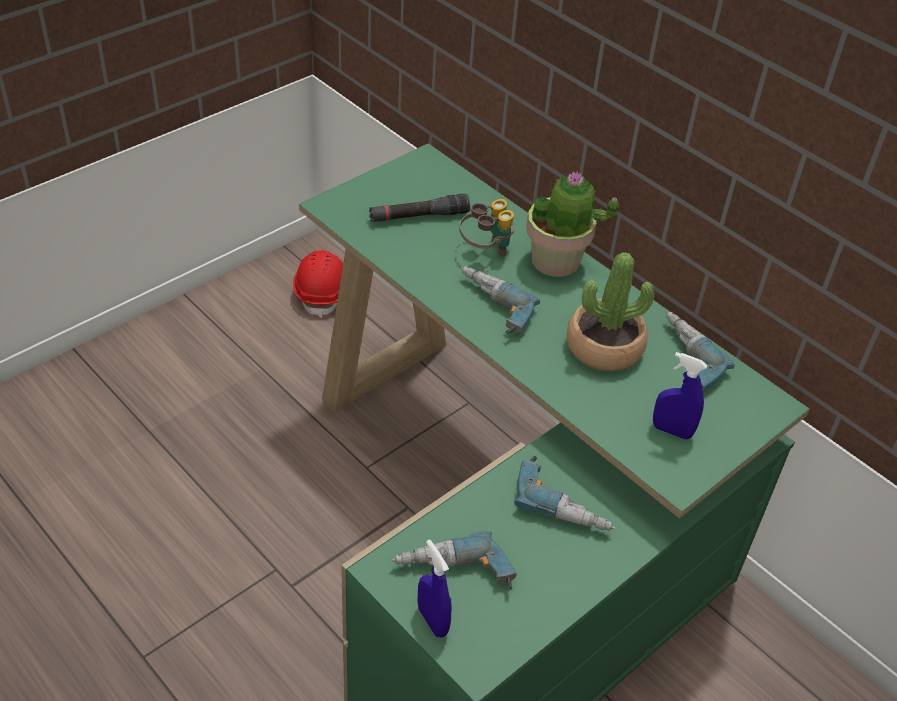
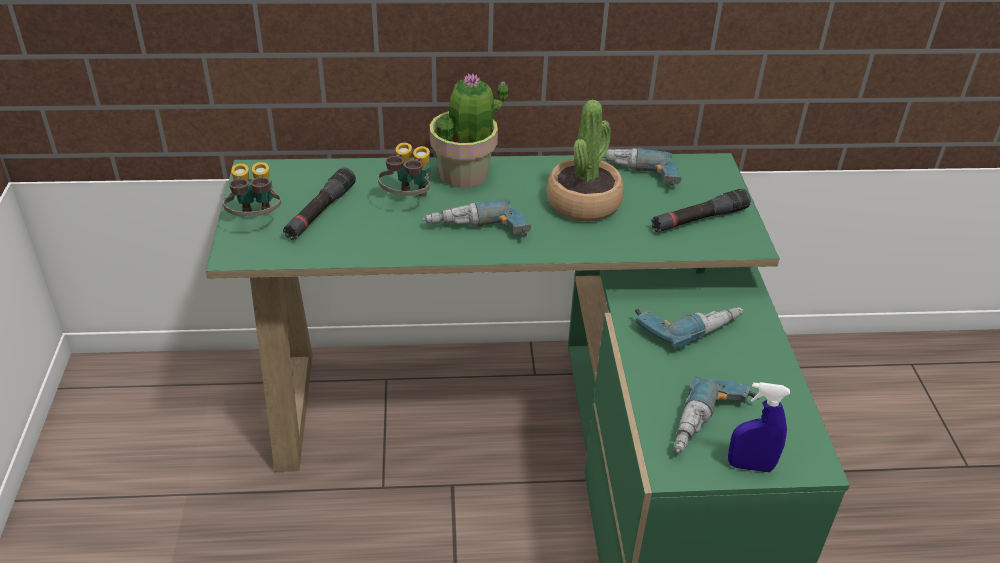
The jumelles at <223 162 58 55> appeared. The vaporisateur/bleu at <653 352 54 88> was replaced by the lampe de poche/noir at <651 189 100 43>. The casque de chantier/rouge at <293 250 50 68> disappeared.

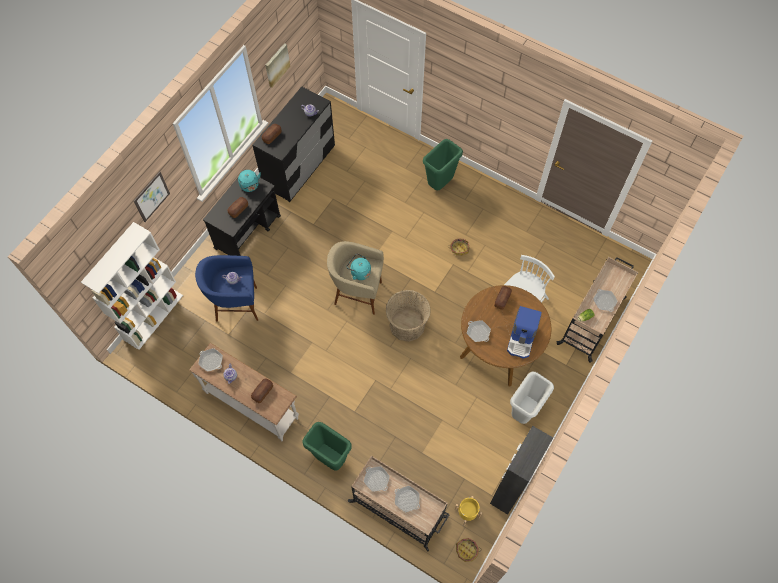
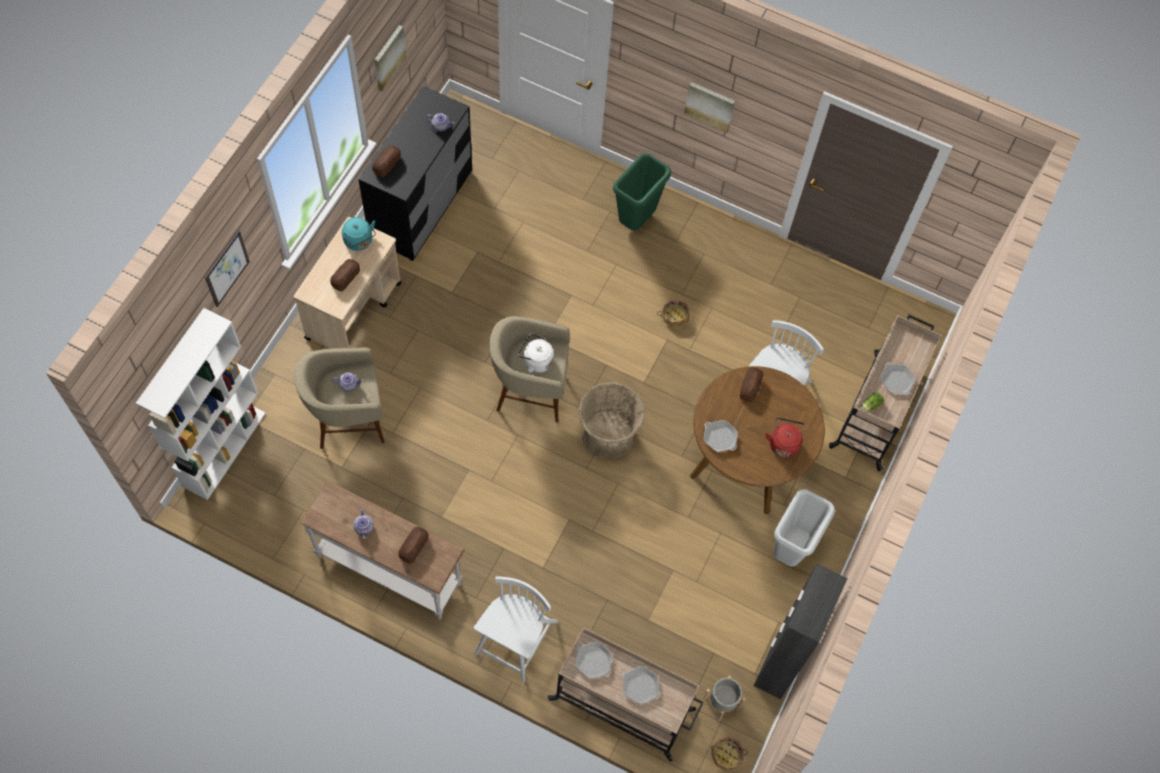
The chariot/noir at <203 169 78 87> became the chariot/beige at <294 217 107 132>. The tabouret/bleu at <195 255 63 67> became the tabouret/beige at <294 348 91 101>. The poubelle/vert at <302 422 49 49> was replaced by the chaise/blanc at <474 577 84 105>. The bouilloire/turquoise at <346 253 25 27> became the bouilloire/blanc at <518 333 36 40>. The tableau at <684 82 51 51> appeared. The cache-pot/jaune at <454 496 28 30> became the cache-pot/gris at <703 676 43 45>. The machine à café at <507 306 35 53> was replaced by the bouilloire/rouge at <765 418 40 40>. The poêle at <199 348 24 24> disappeared.

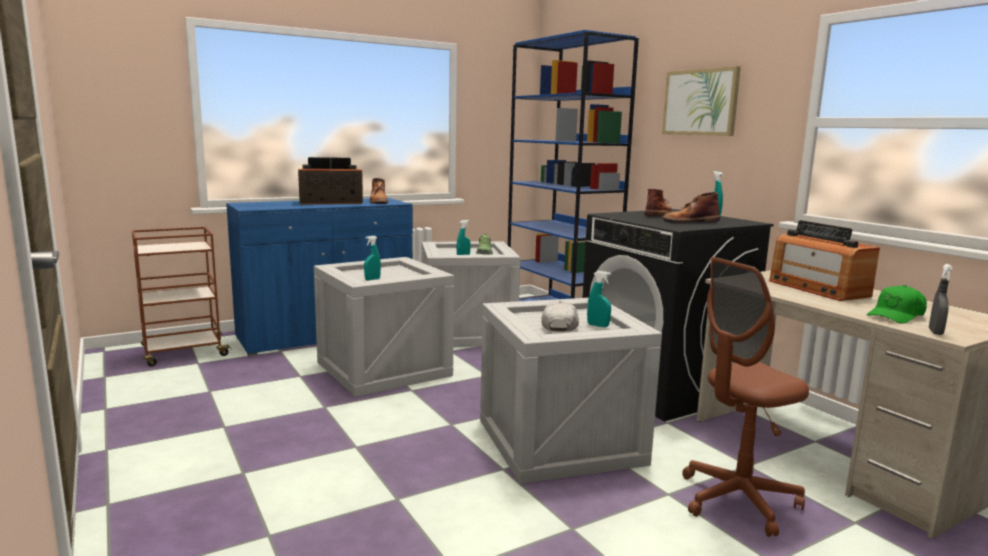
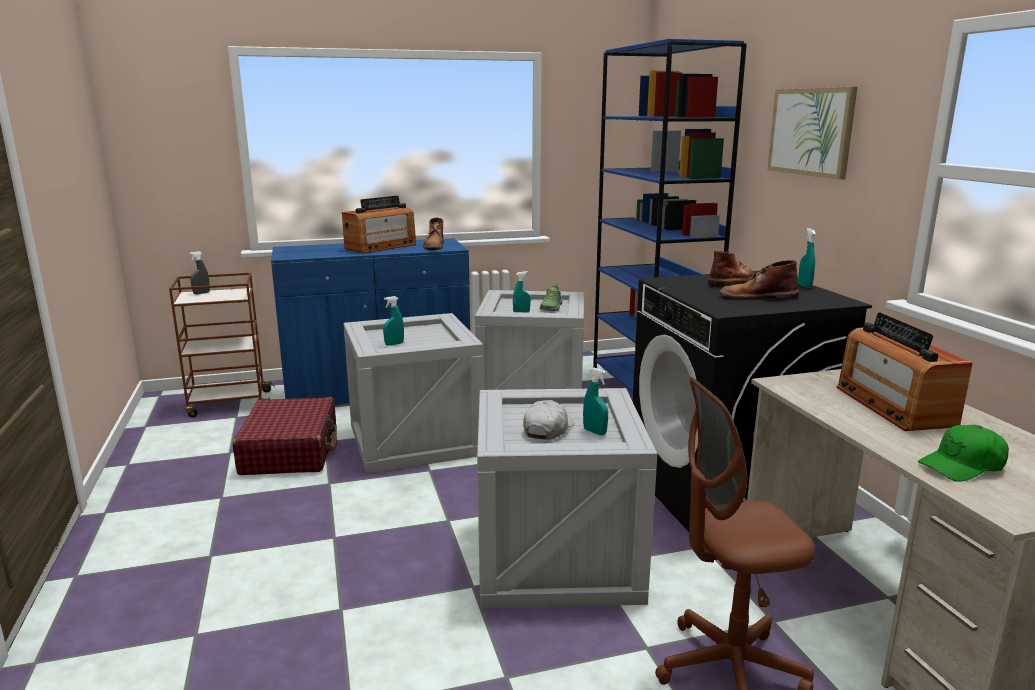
The vaporisateur/gris moved from <929 264 24 71> to <189 251 21 44>. The valise/rouge at <233 397 104 78> appeared. The radio at <298 157 65 47> turned 135 degrees clockwise.

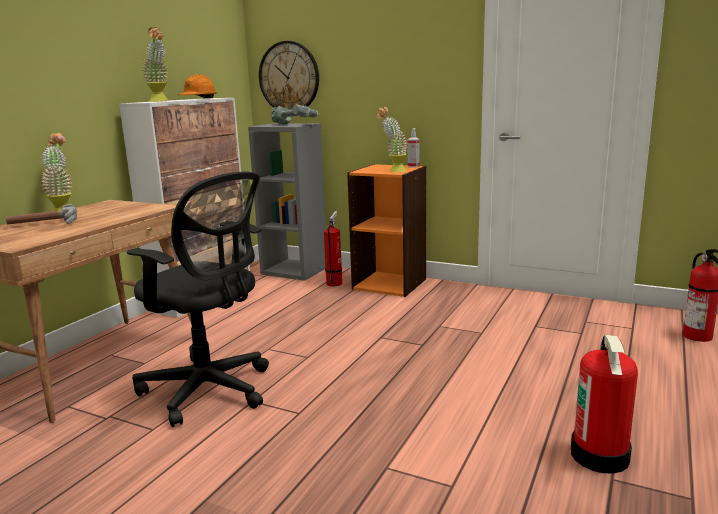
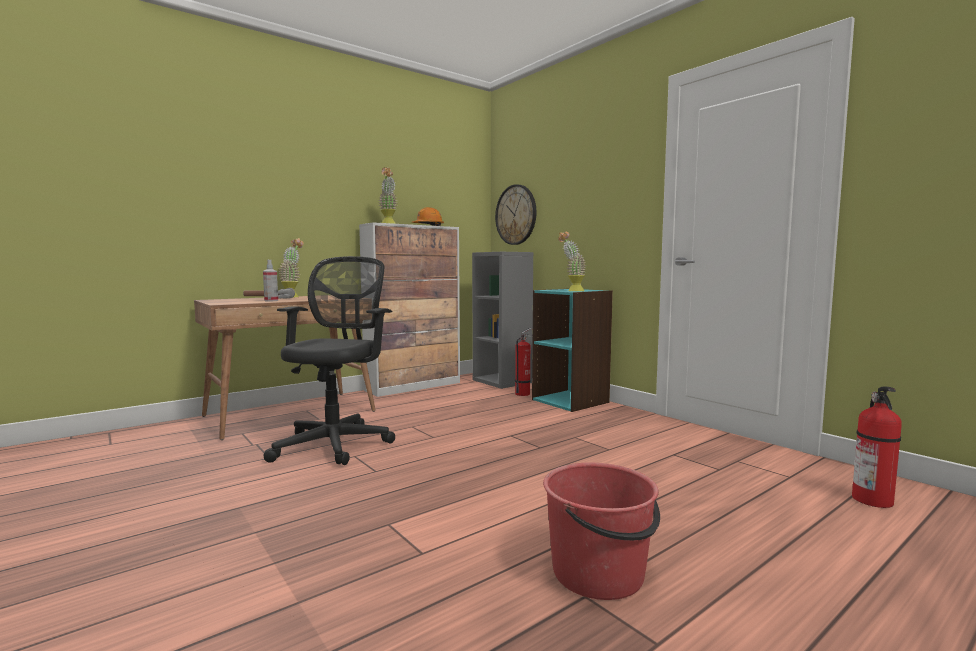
The chaise de bureau/noir at <127 172 142 255> turned 135 degrees counterclockwise. The vaporisateur moved from <408 128 12 40> to <263 259 15 43>. The bibliothèque/orange at <347 164 80 133> became the bibliothèque/turquoise at <532 289 81 123>. The extincteur at <571 335 67 139> was replaced by the seau/rouge at <543 463 117 137>. The perceuse at <271 104 49 20> disappeared.

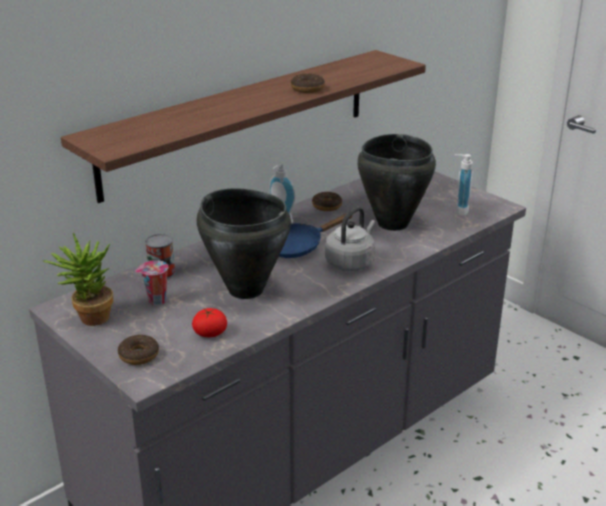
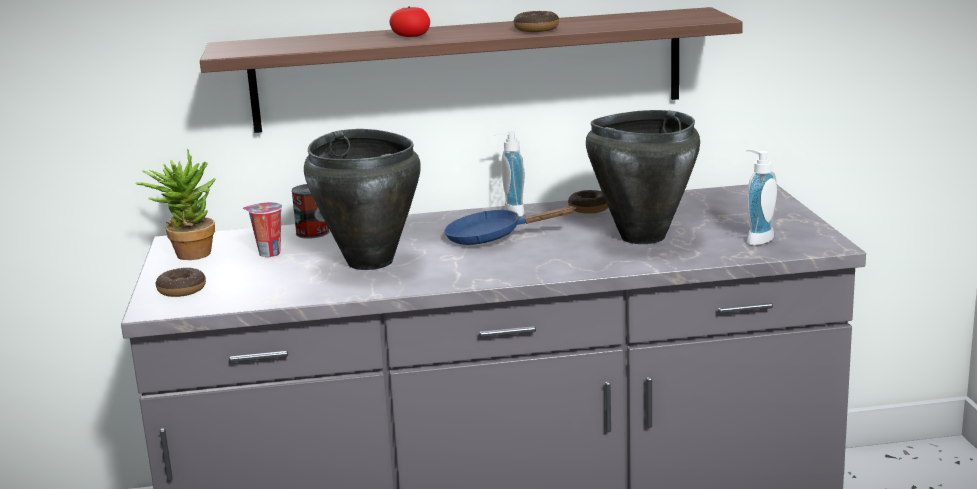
The tomate moved from <192 308 35 29> to <389 7 41 30>. The bouilloire/gris at <325 207 51 64> disappeared.

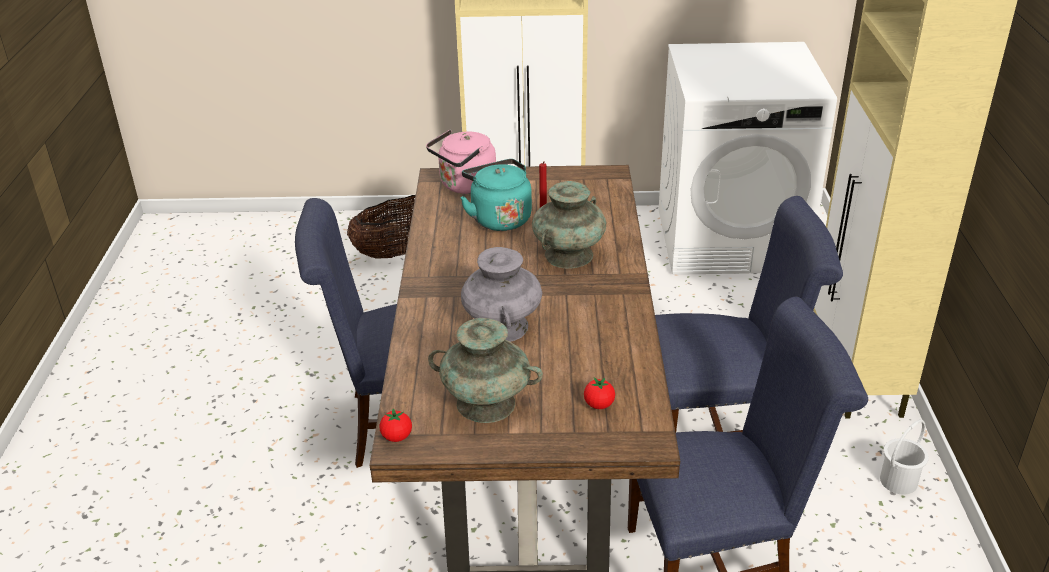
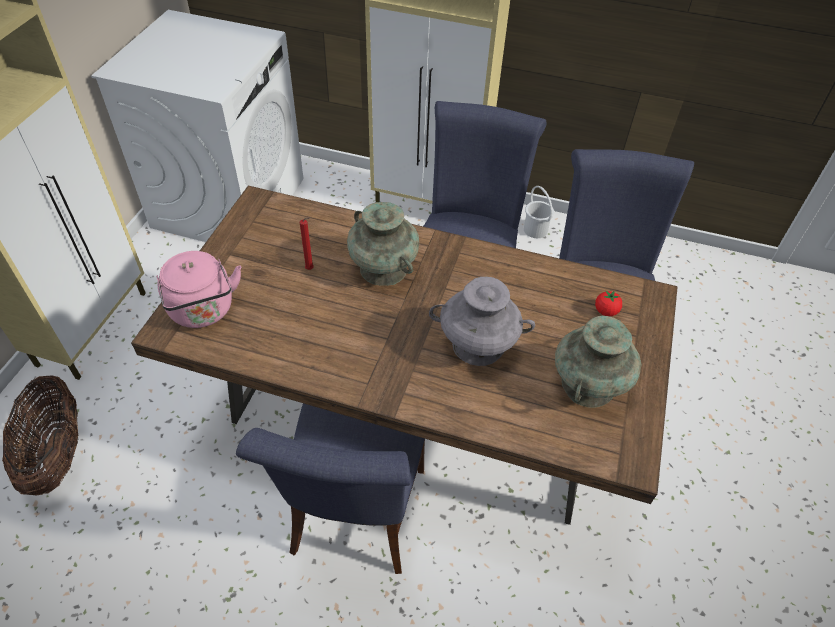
The tomate at <379 409 33 33> disappeared. The bouilloire/turquoise at <460 159 72 72> disappeared.

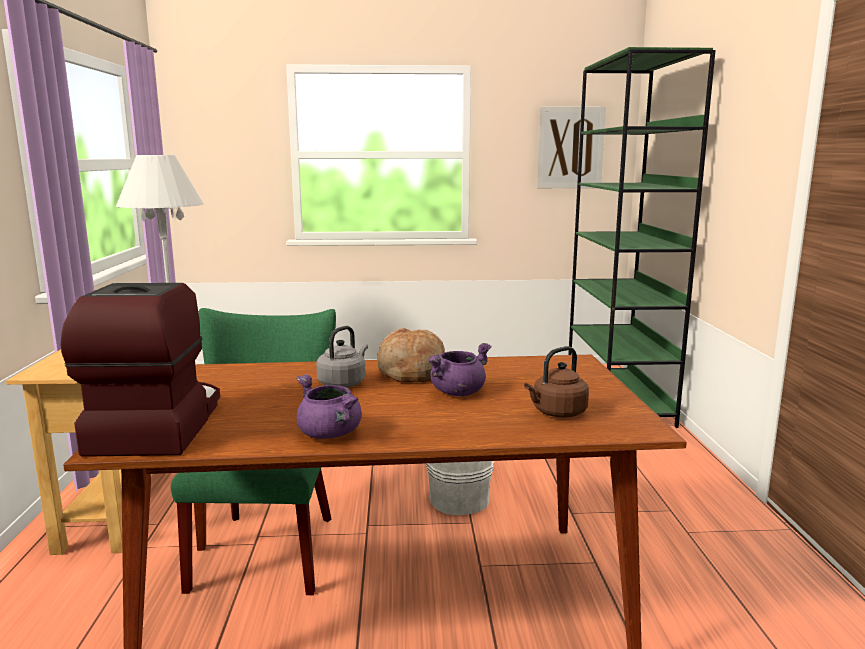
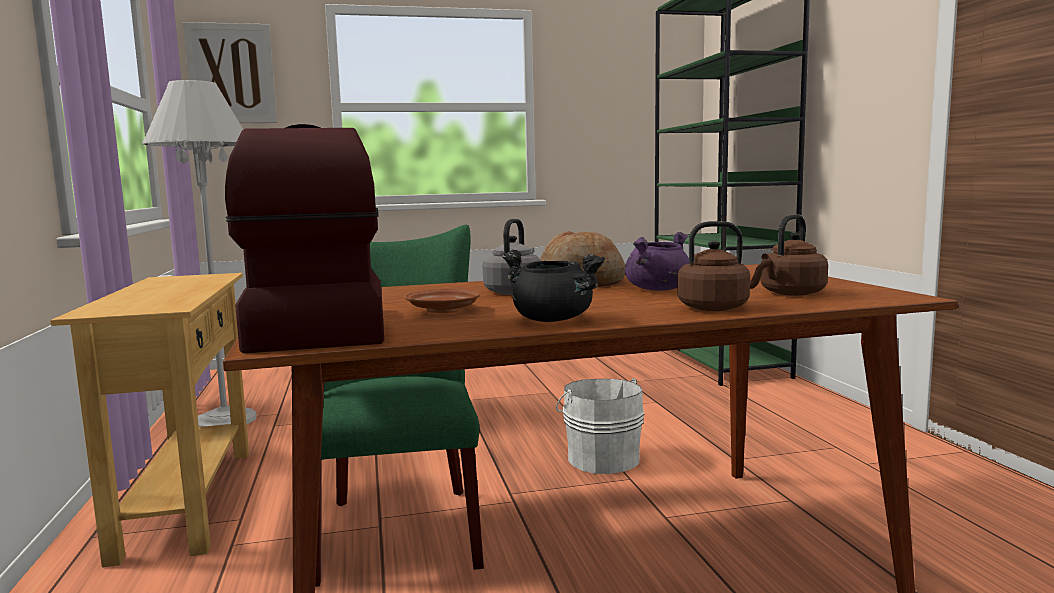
The tableau moved from <537 106 69 82> to <183 22 94 101>. The assiette/marron at <405 289 75 24> appeared. The marmite/violet at <296 374 66 65> became the marmite/noir at <501 250 104 72>. The bouilloire/marron at <677 221 94 90> appeared.

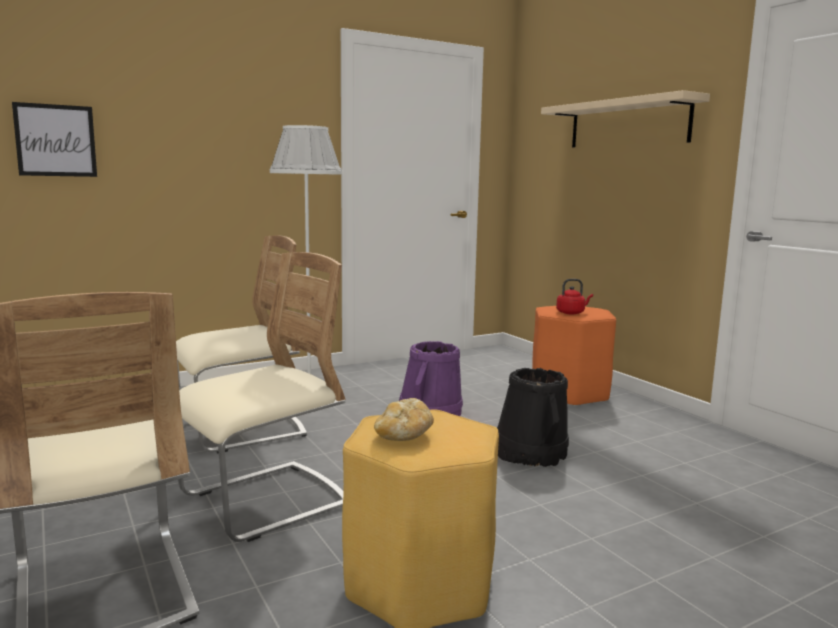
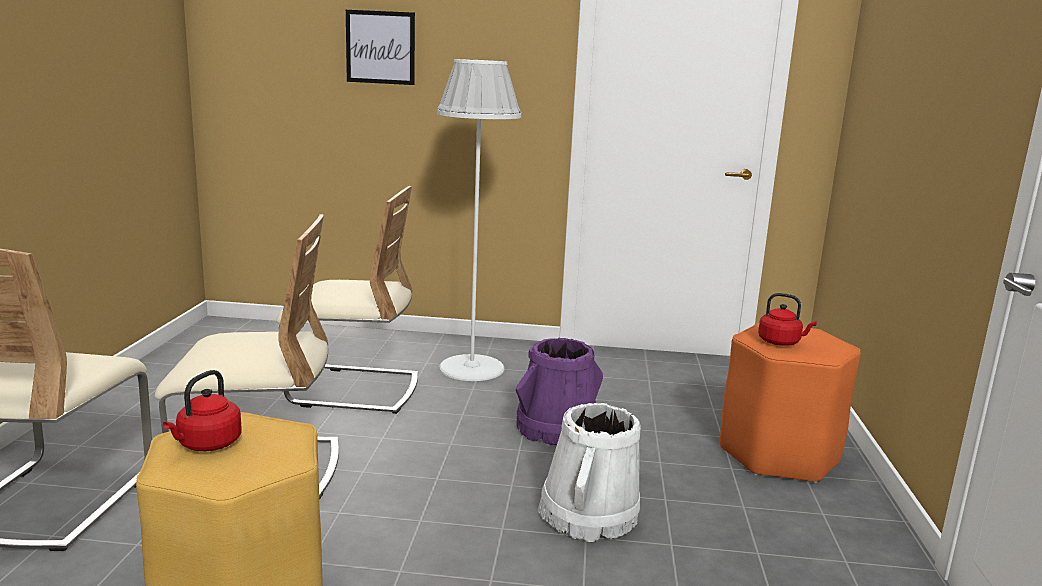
The pain at <374 398 60 43> was replaced by the bouilloire/rouge at <163 370 79 81>. The tableau moved from <12 102 85 75> to <346 10 69 75>. The seau/noir at <497 368 72 99> became the seau/blanc at <538 403 103 139>. The étagère/beige at <541 90 169 57> disappeared.

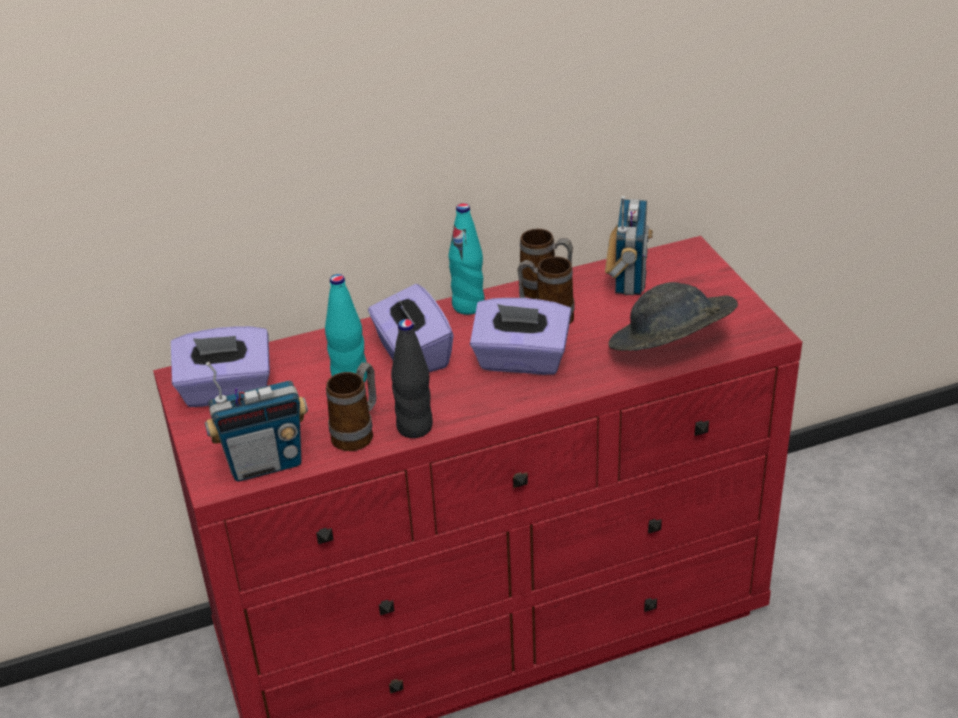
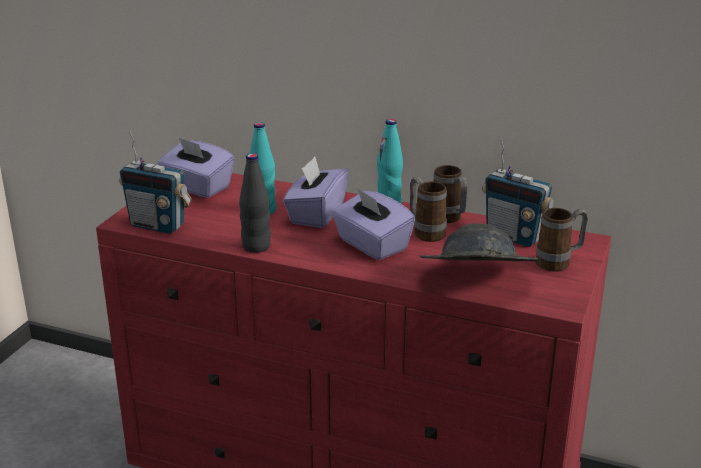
The radio at <605 195 48 100> turned 75 degrees clockwise. The mug moved from <326 363 50 88> to <536 208 52 64>.

